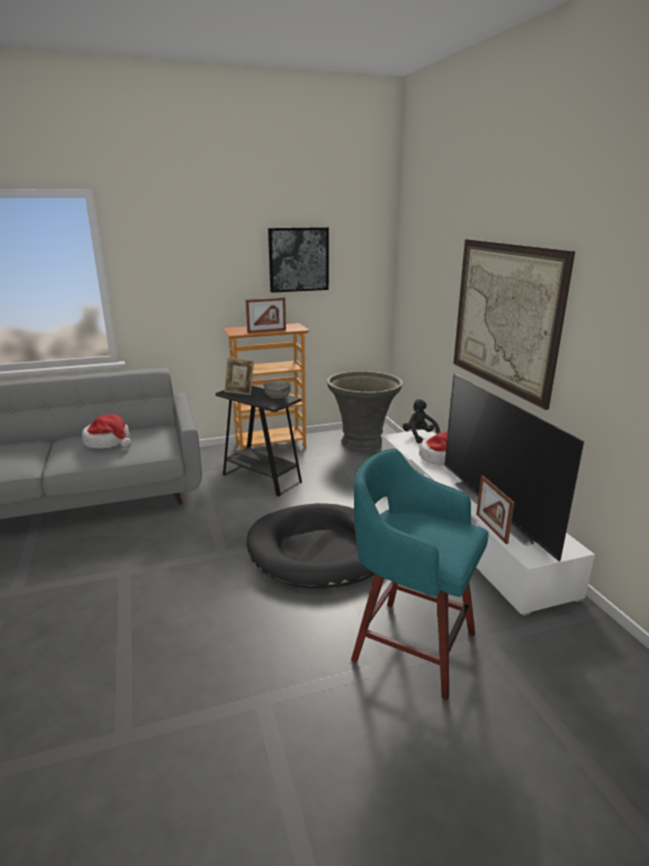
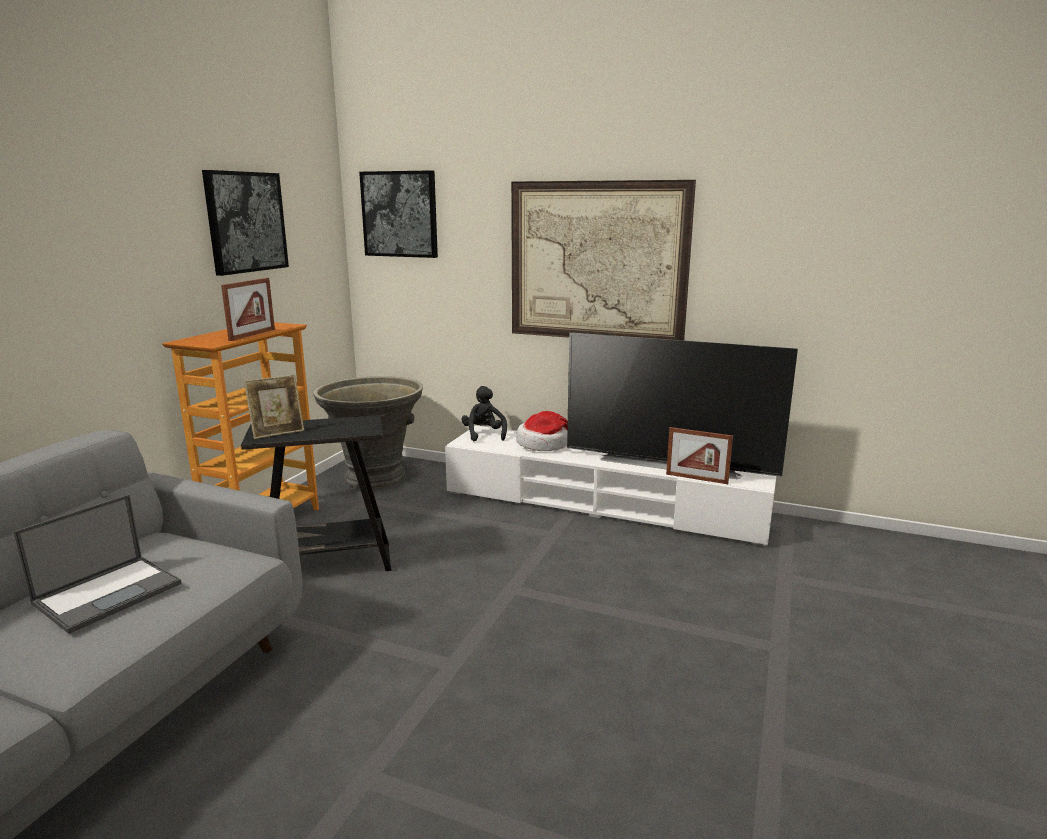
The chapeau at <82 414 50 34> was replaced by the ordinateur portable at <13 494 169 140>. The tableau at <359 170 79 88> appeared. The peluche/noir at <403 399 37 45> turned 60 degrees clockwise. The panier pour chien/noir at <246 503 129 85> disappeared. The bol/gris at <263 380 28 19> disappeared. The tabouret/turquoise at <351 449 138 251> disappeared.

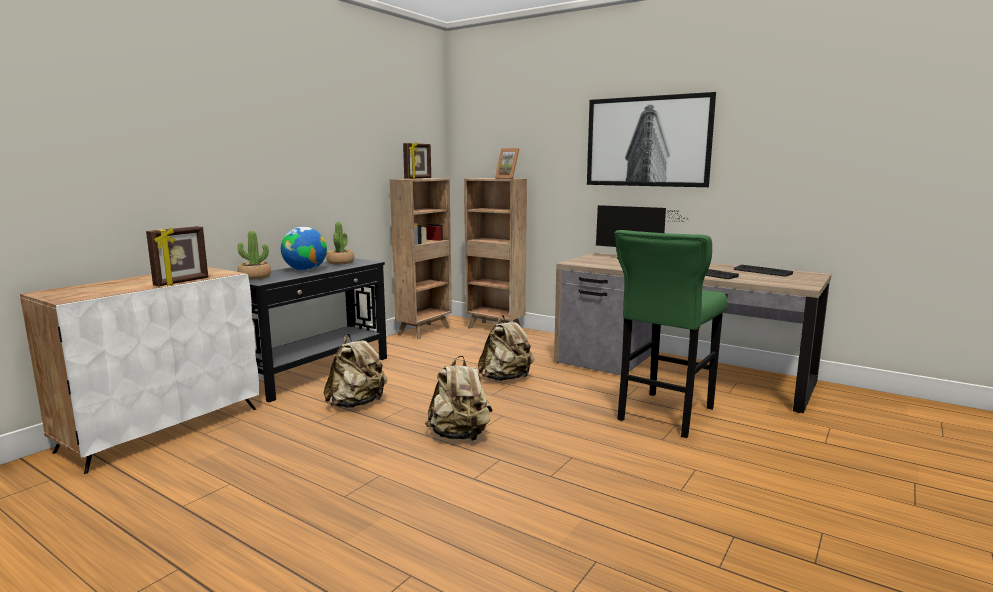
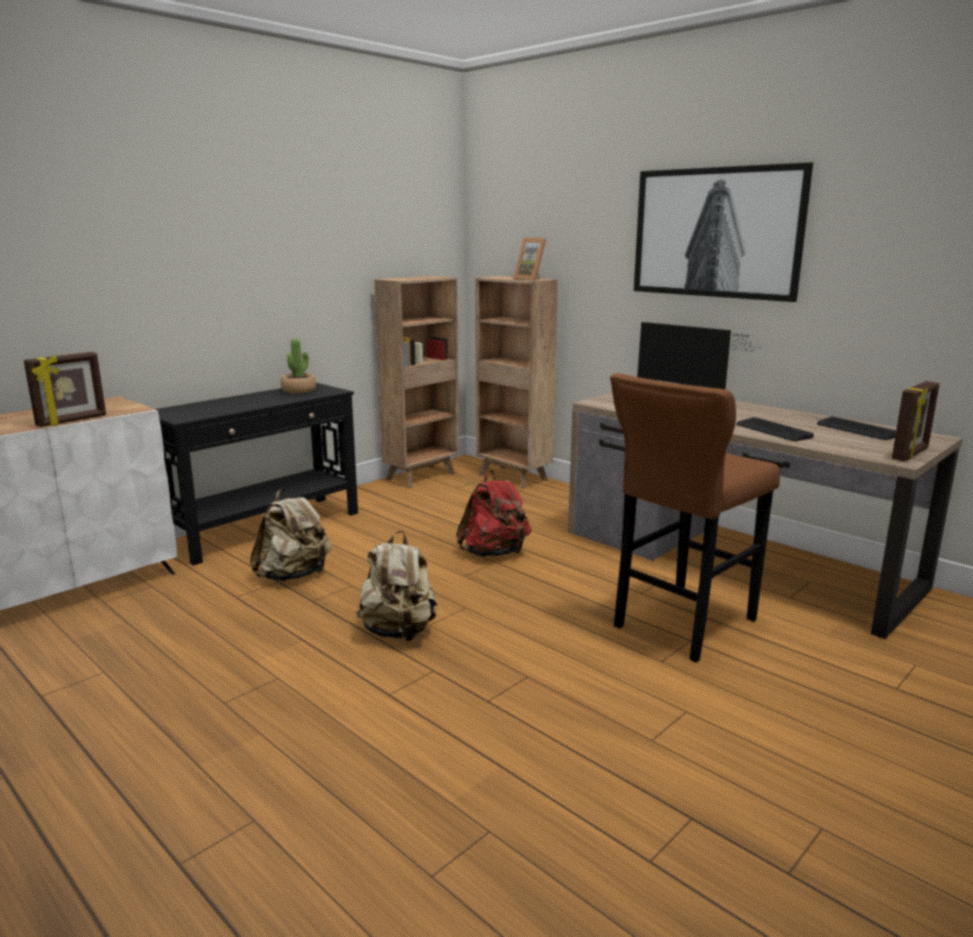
The sac à dos/beige at <478 315 56 66> became the sac à dos/rouge at <456 470 75 87>. The tabouret/vert at <614 230 113 208> became the tabouret/marron at <610 373 170 289>. The cadre photo moved from <403 142 28 37> to <892 381 47 80>. The plante en pot at <237 231 34 49> disappeared. The globe at <281 226 46 45> disappeared.

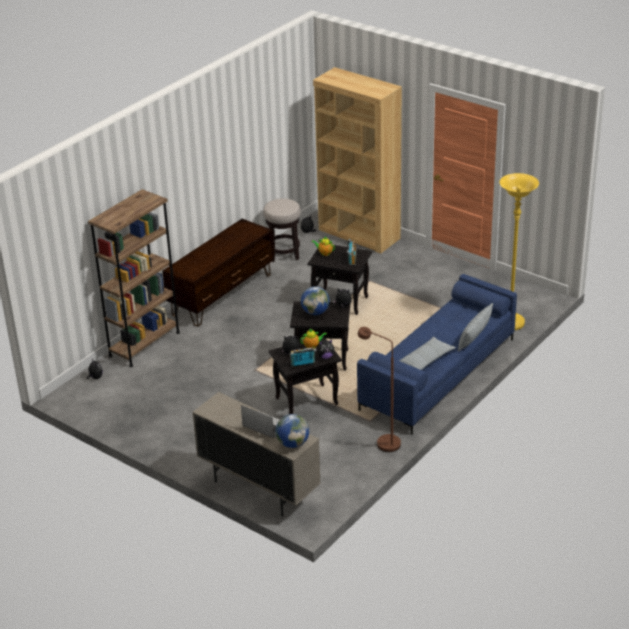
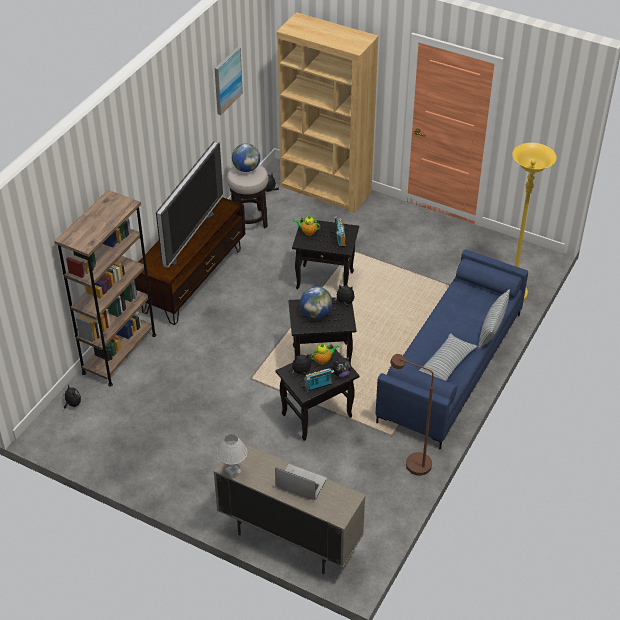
The téléviseur at <156 141 67 127> appeared. The tableau at <215 47 28 68> appeared. The lampe de table/blanc at <217 434 30 43> appeared. The globe moved from <276 414 33 34> to <232 143 28 29>.

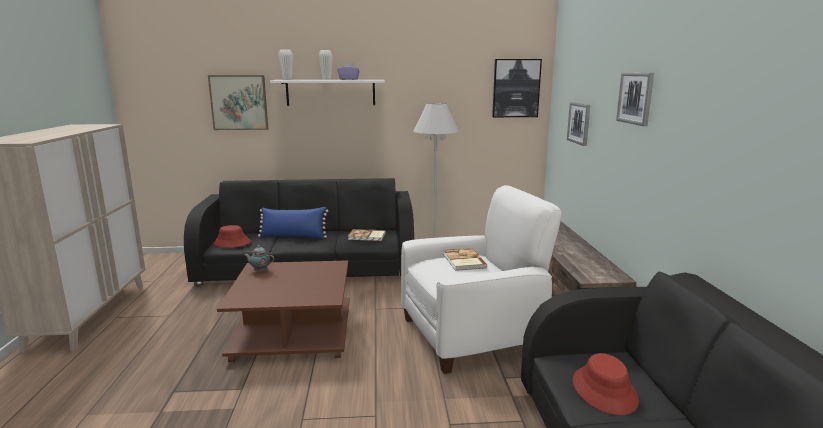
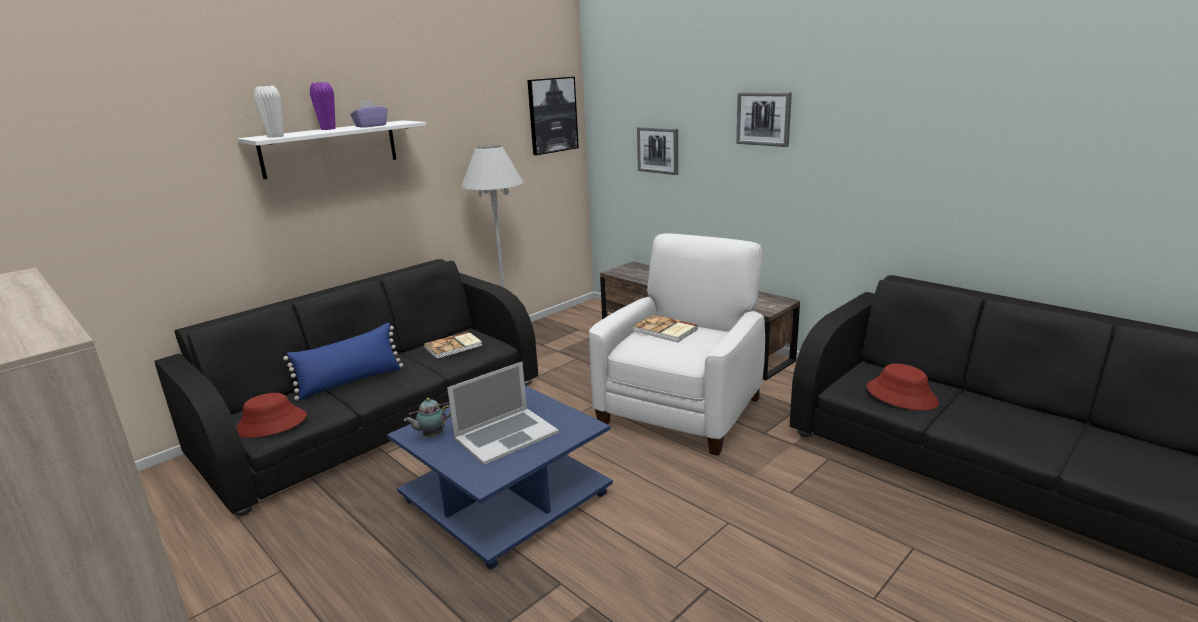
The vase/blanc at <318 50 15 30> became the vase/violet at <310 82 26 48>. The table basse/marron at <217 260 133 102> became the table basse/bleu at <387 386 226 183>. The ordinateur portable at <447 362 112 103> appeared. The tableau at <208 75 60 55> disappeared.

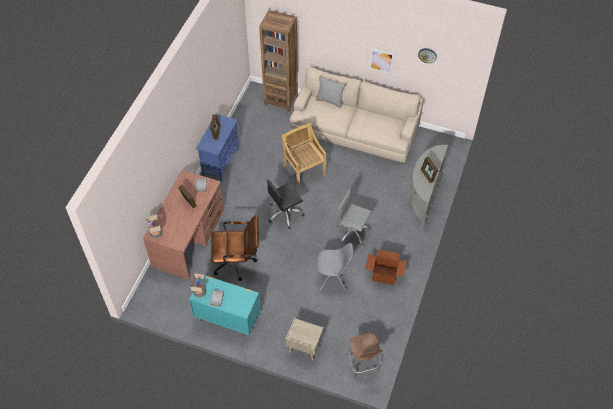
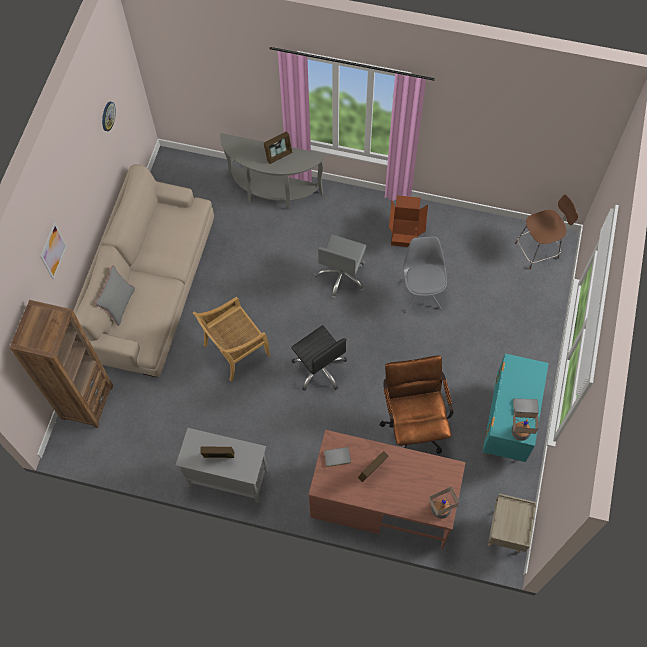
The tableau moved from <370 49 24 25> to <40 222 27 57>. The meuble de rangement/bleu at <196 114 43 68> became the meuble de rangement/gris at <176 428 92 75>. The table de chevet/beige moved from <285 317 39 43> to <488 494 49 59>.

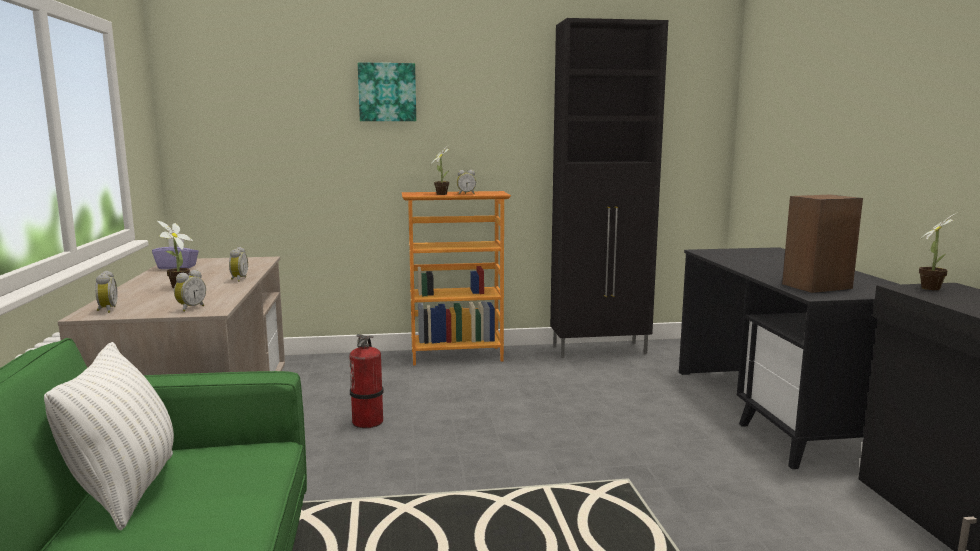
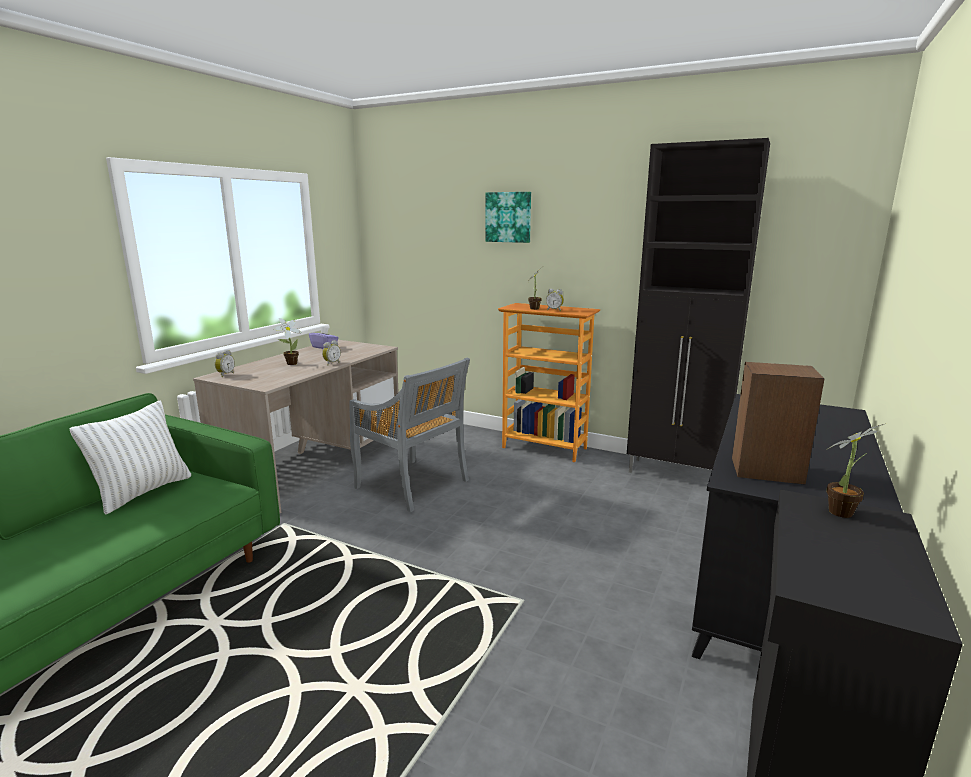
The extincteur at <349 334 35 94> was replaced by the chaise/gris at <349 357 121 155>. The réveil at <174 270 32 42> disappeared.

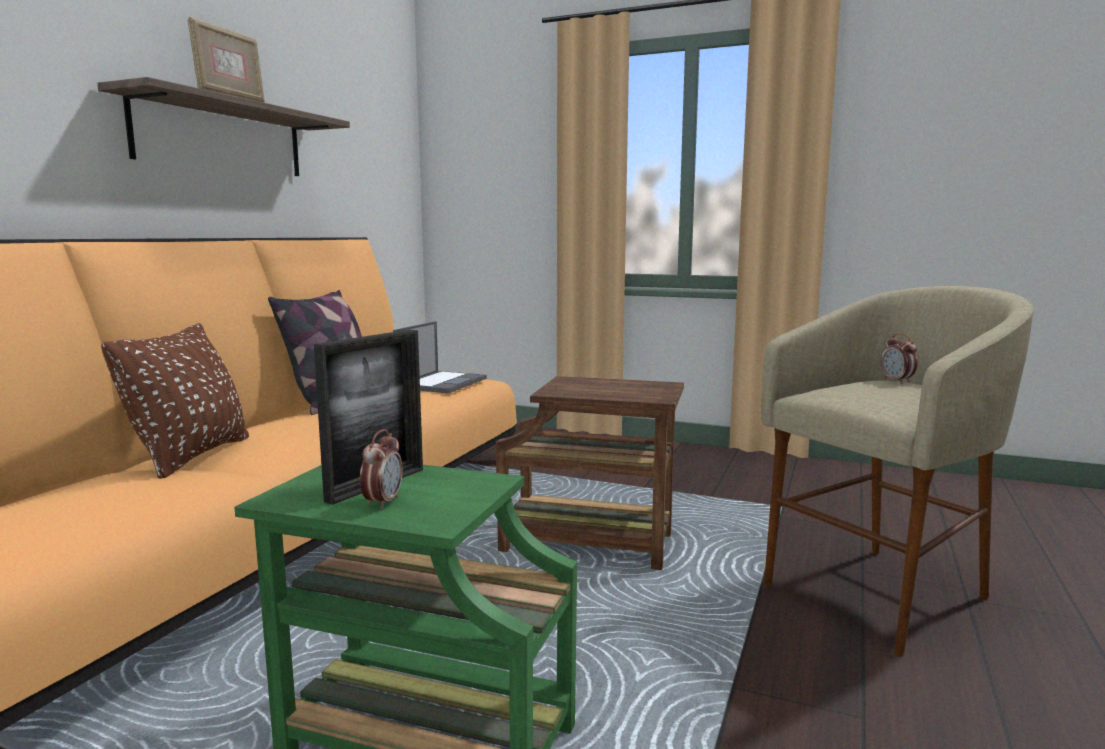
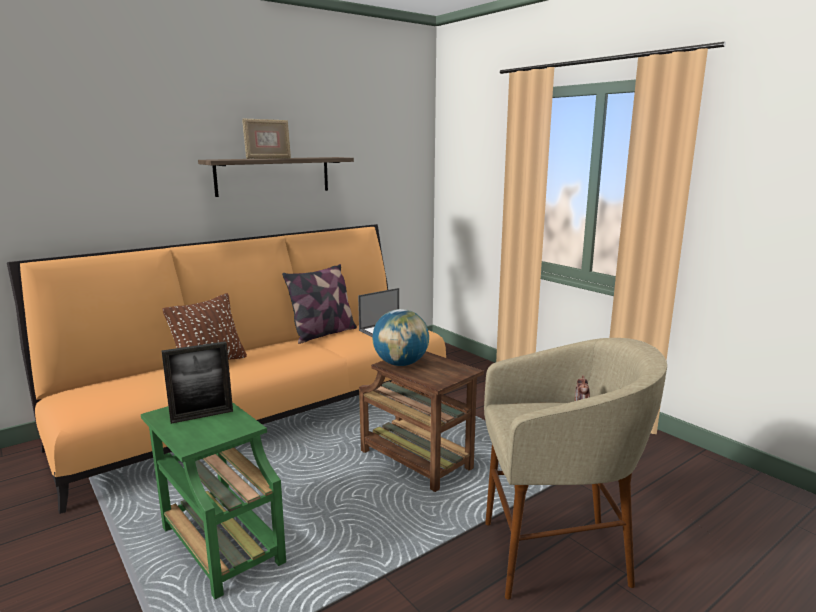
The globe at <373 309 56 57> appeared. The réveil at <360 429 43 80> disappeared.

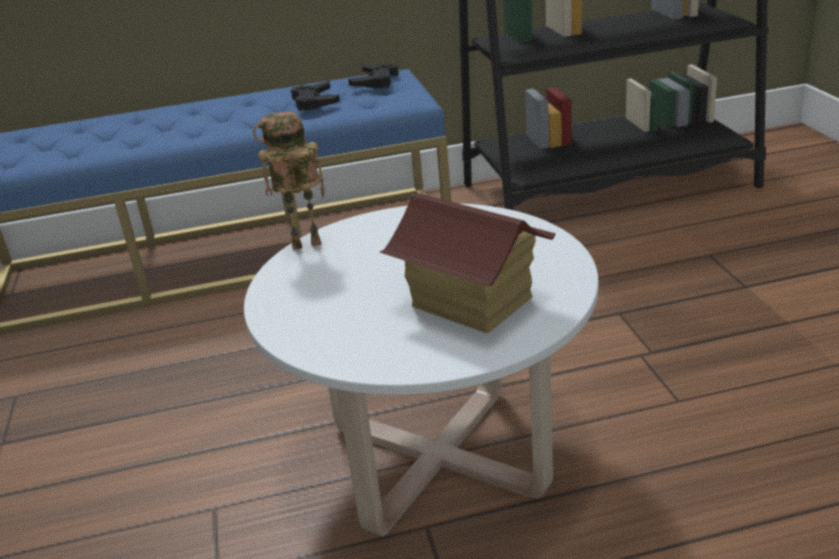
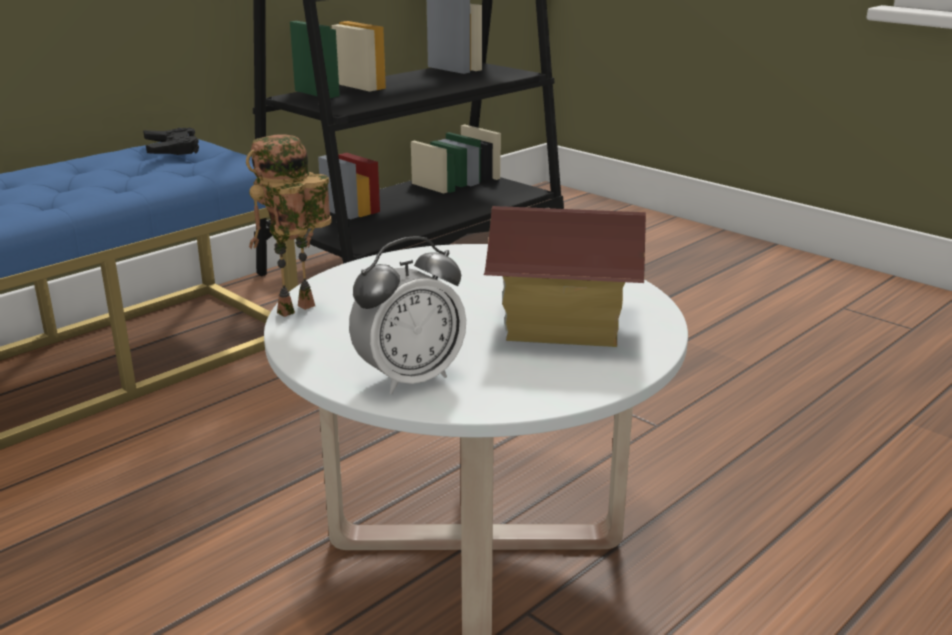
The réveil at <349 236 117 158> appeared. The manette/noir at <290 80 50 31> disappeared.

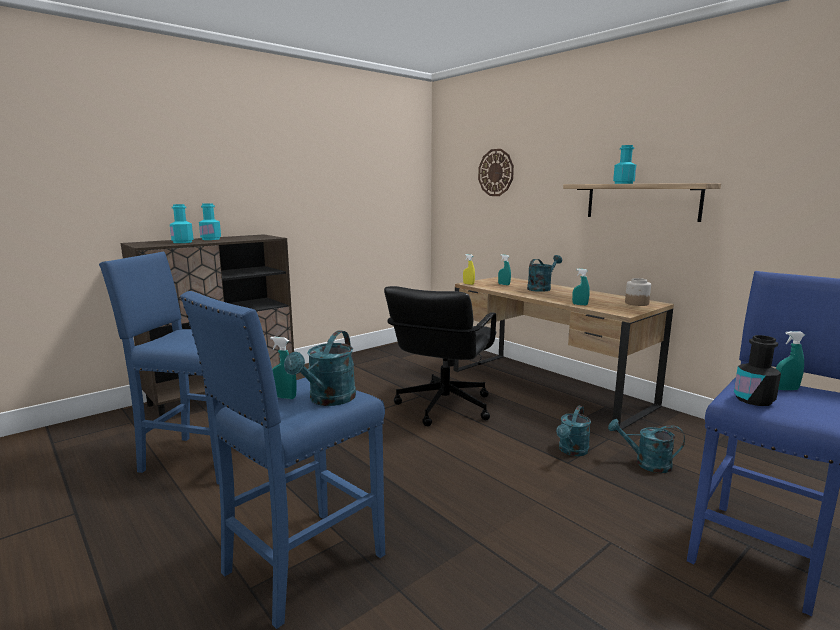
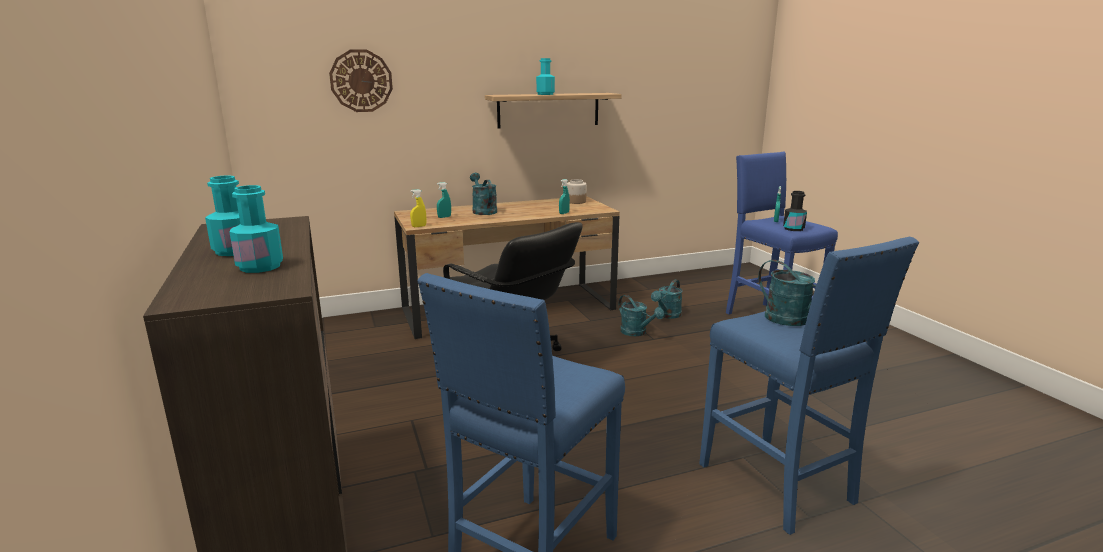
The vaporisateur/turquoise at <270 337 27 62> disappeared.

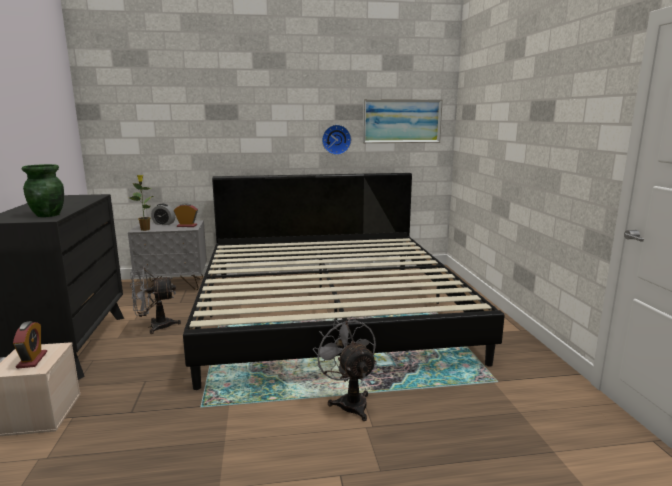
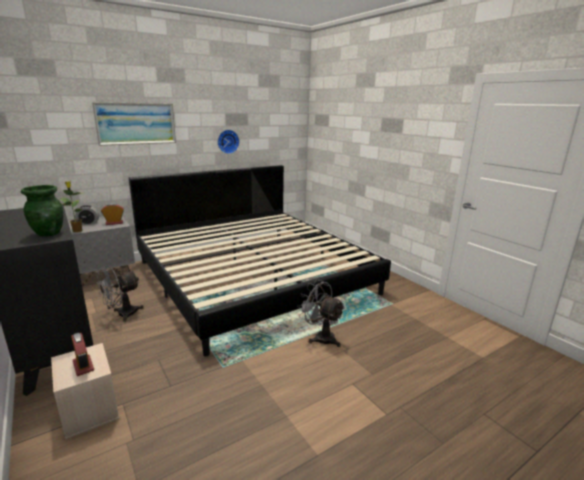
The tableau moved from <363 99 80 44> to <92 102 84 44>.

